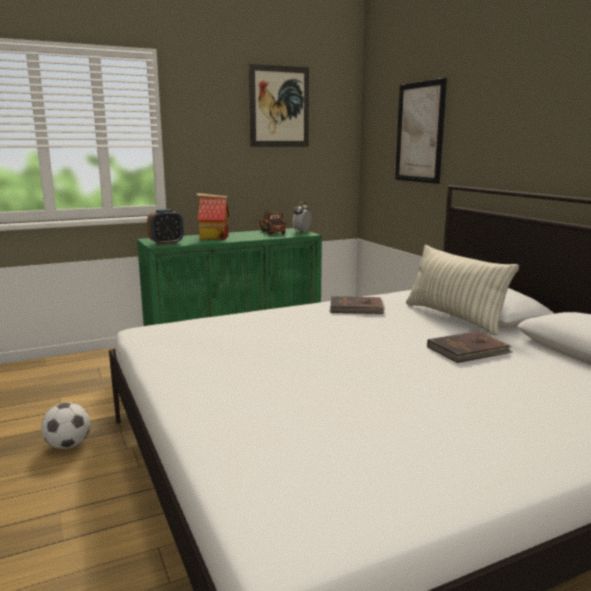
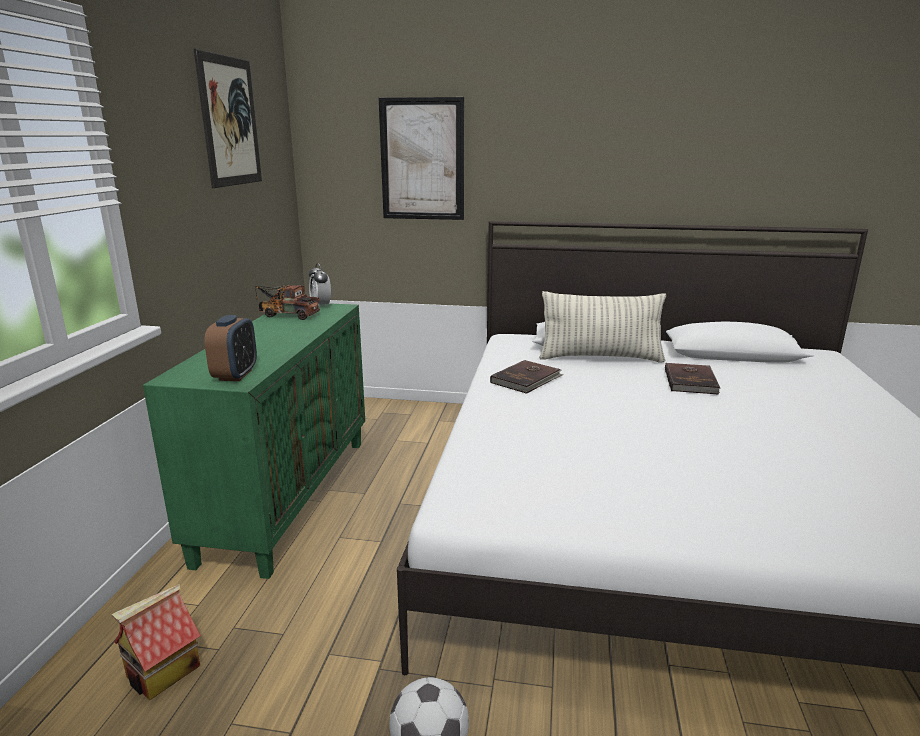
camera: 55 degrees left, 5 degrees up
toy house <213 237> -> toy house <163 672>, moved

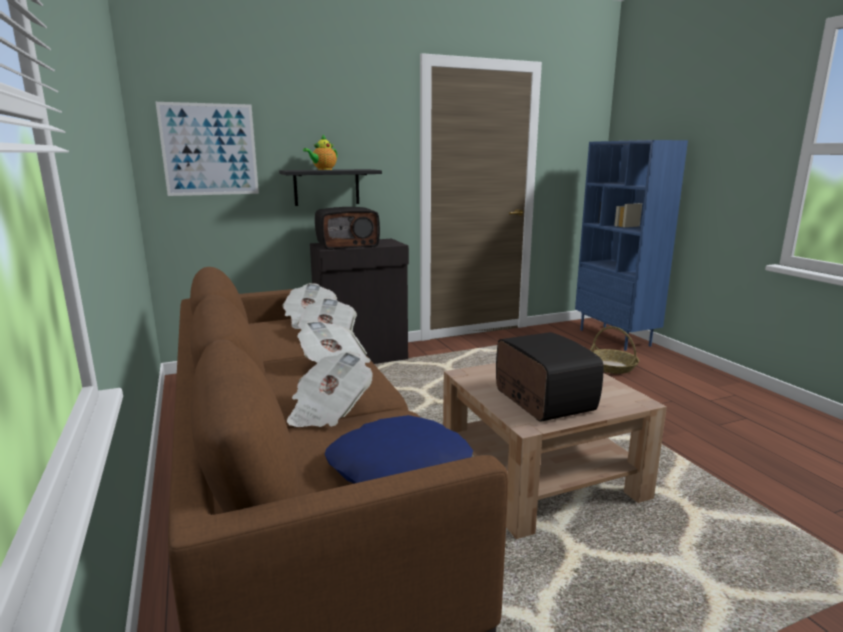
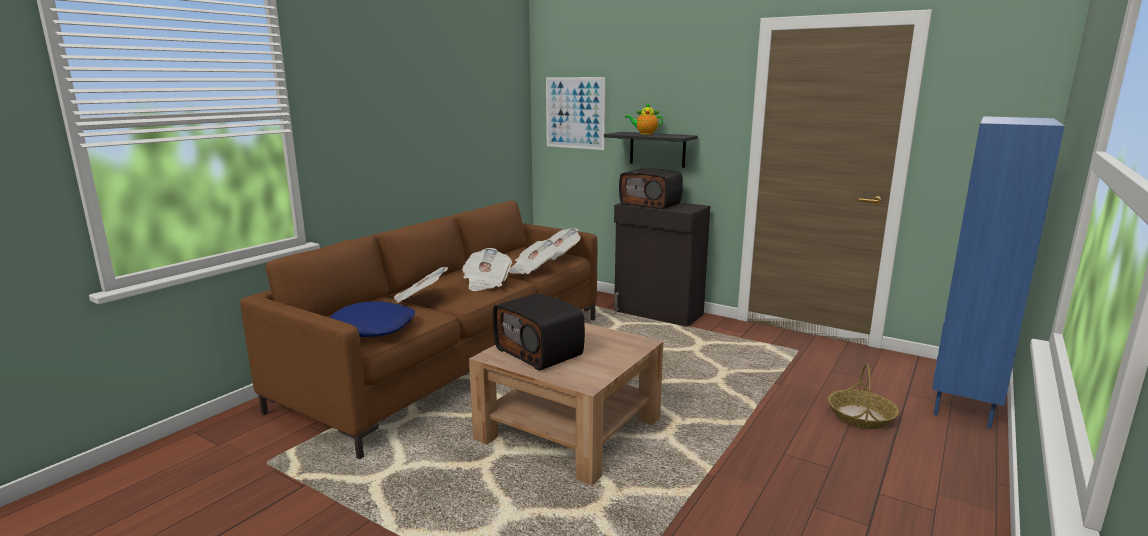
camera: 55 degrees right, 0 degrees up
radio <541 400> -> radio <540 352>, 105 degrees clockwise

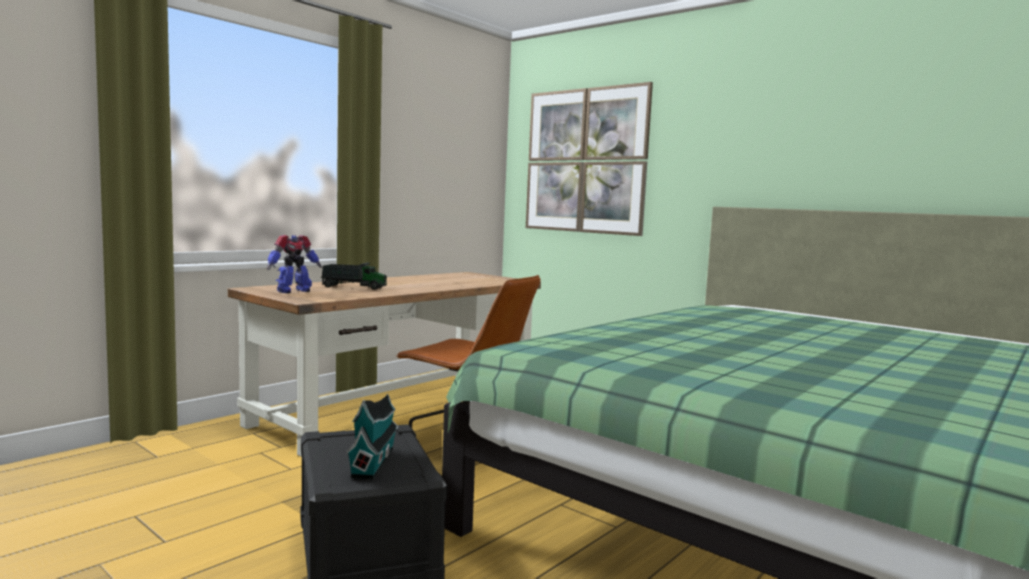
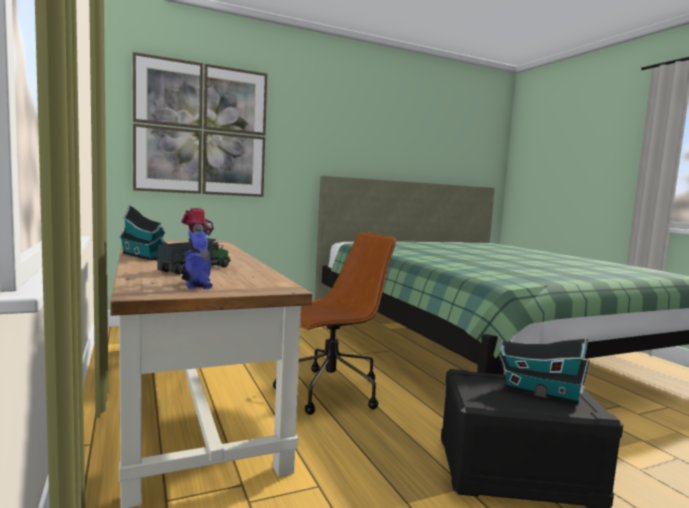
camera: 65 degrees left, 0 degrees up
none -> toy house <144 256>

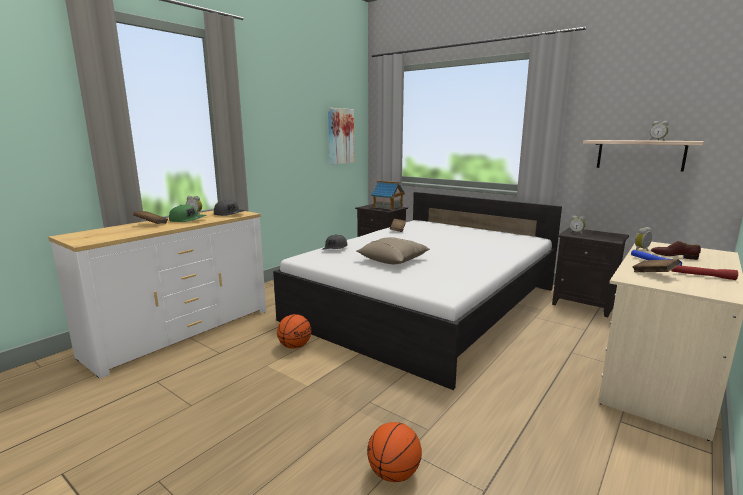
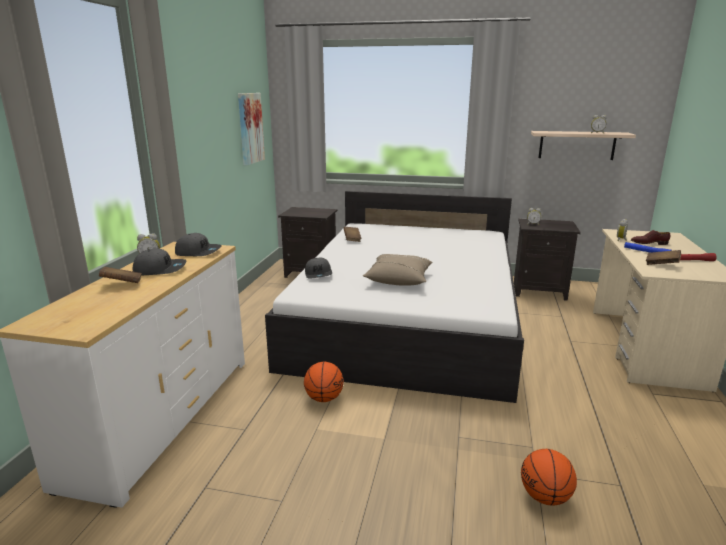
camera: 25 degrees left, 5 degrees up
green cap <188 220> -> grey cap <160 269>
toy house <388 207> -> none

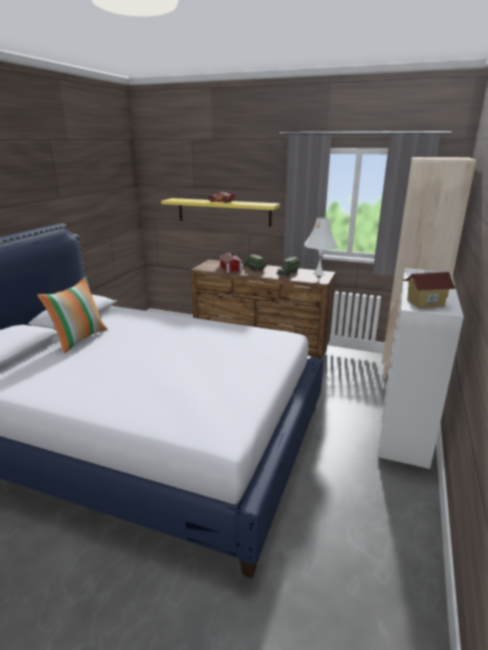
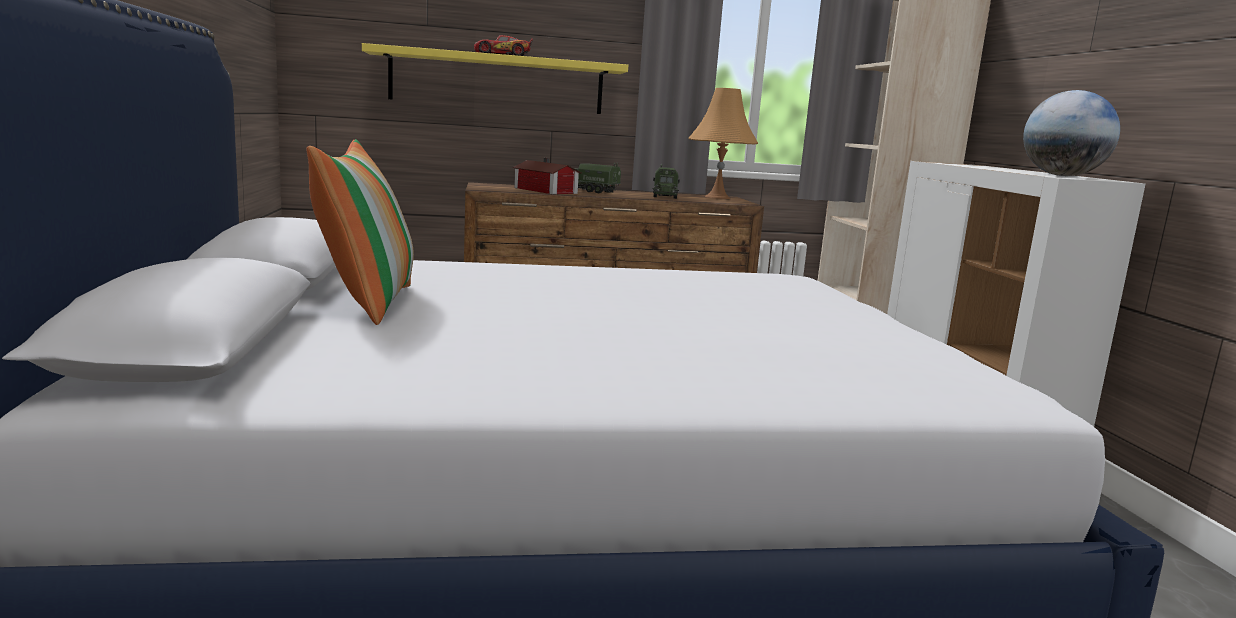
camera: 30 degrees left, 10 degrees down
white table lamp <318 273> -> orange table lamp <717 197>
toy house <425 303> -> globe <1062 175>

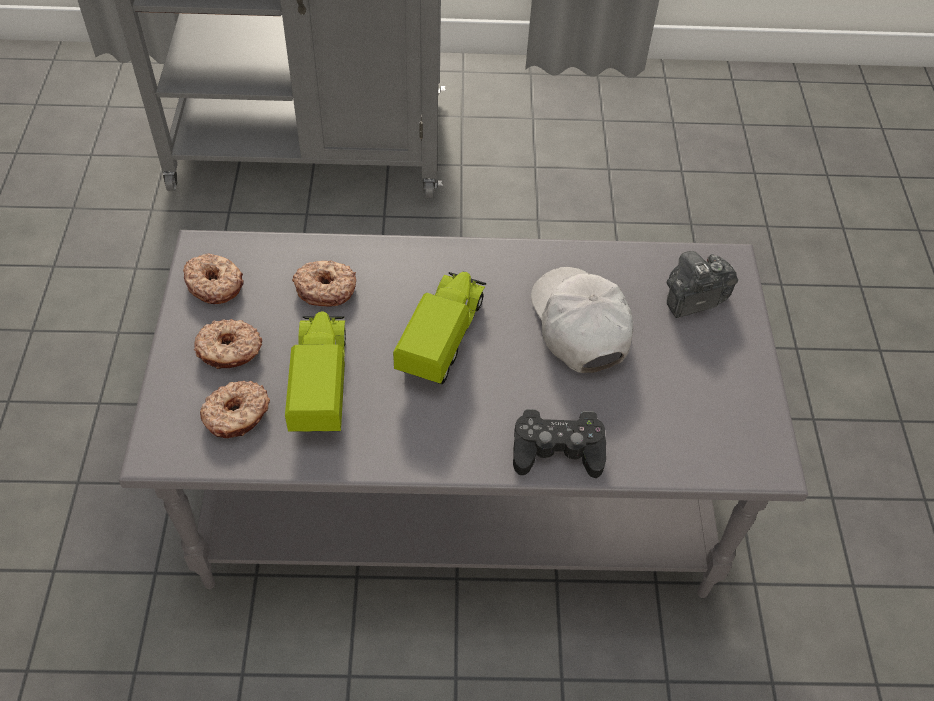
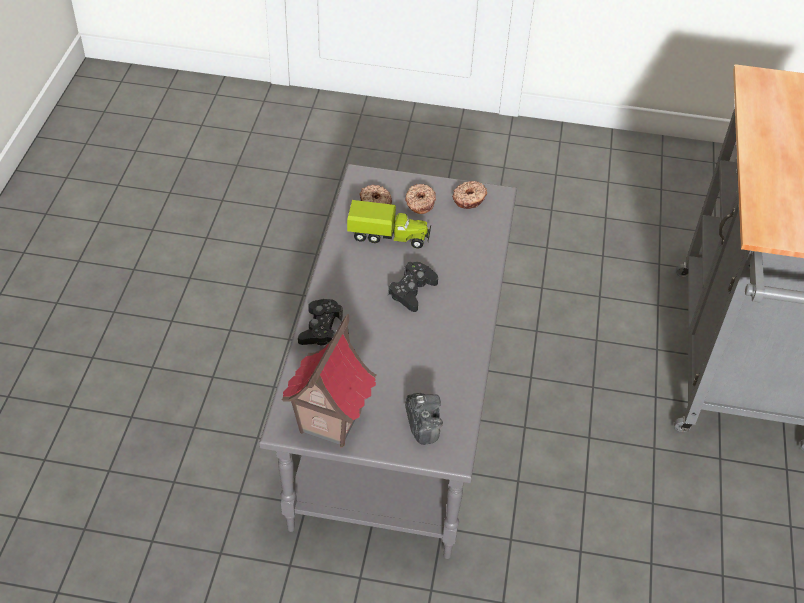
camera: 100 degrees right, 5 degrees down
donut <326 288> -> none
toy truck <443 338> -> black game controller <412 291>
white cap <579 326> -> none
none -> toy house <329 422>

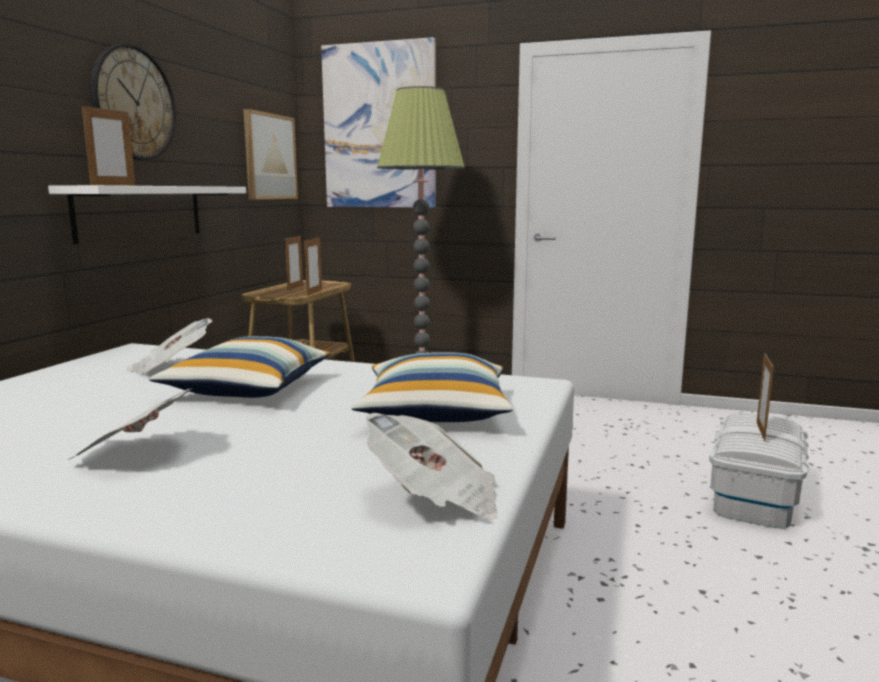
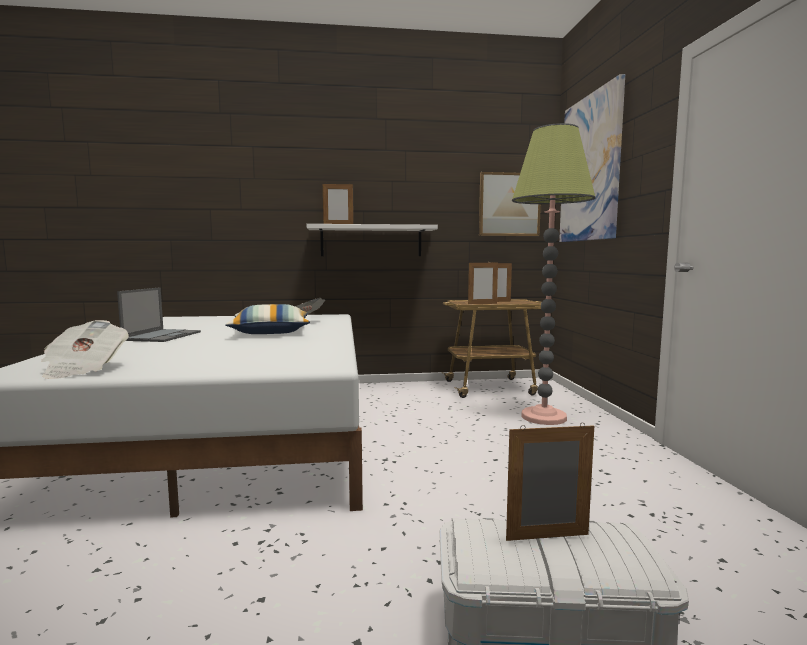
camera: 65 degrees right, 5 degrees down
newspaper <135 453> -> laptop <163 336>
wall clock <133 103> -> none
pillow <434 412> -> none

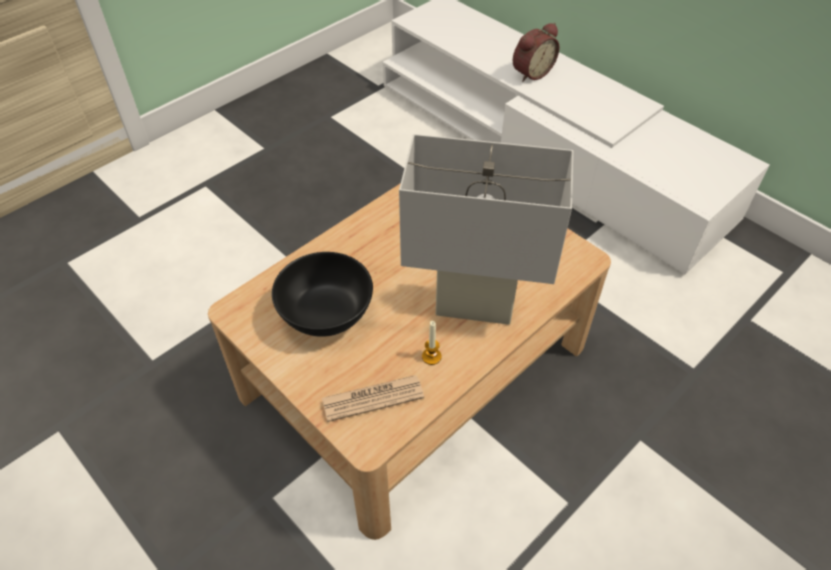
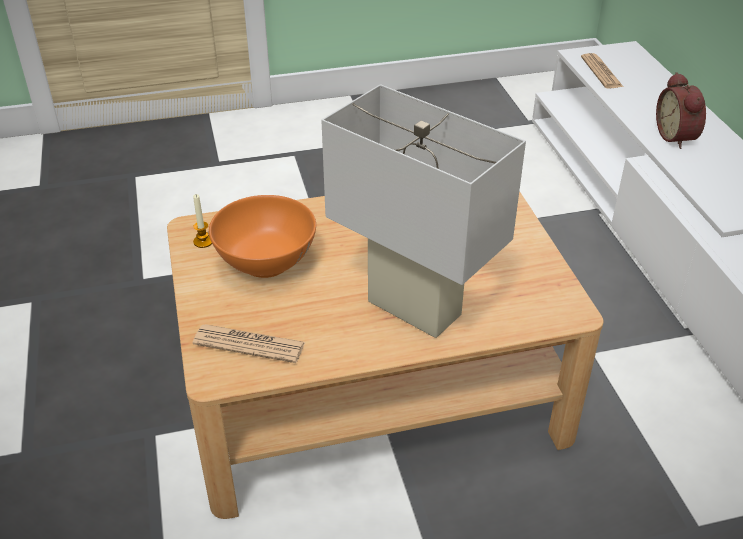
camera: 30 degrees right, 10 degrees down
black bowl <326 316> -> orange bowl <265 262>
candle <431 356> -> candle <203 242>, moved
alarm clock <531 72> -> alarm clock <677 137>, 90 degrees clockwise
none -> newspaper <601 72>

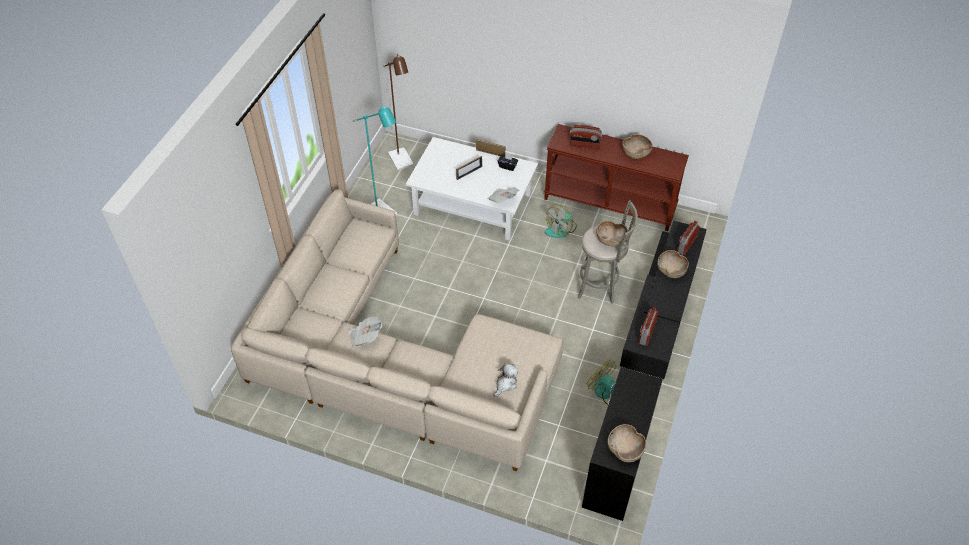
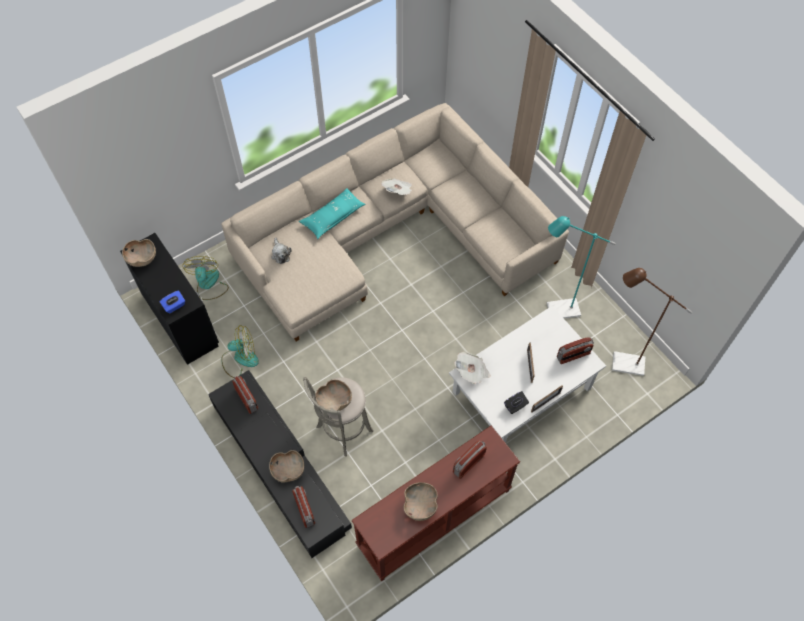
camera: 125 degrees right, 10 degrees up
fan <561 229> -> fan <208 284>, moved
none -> blue tissue box <174 306>
none -> turquoise pillow <332 217>
none -> radio <573 355>

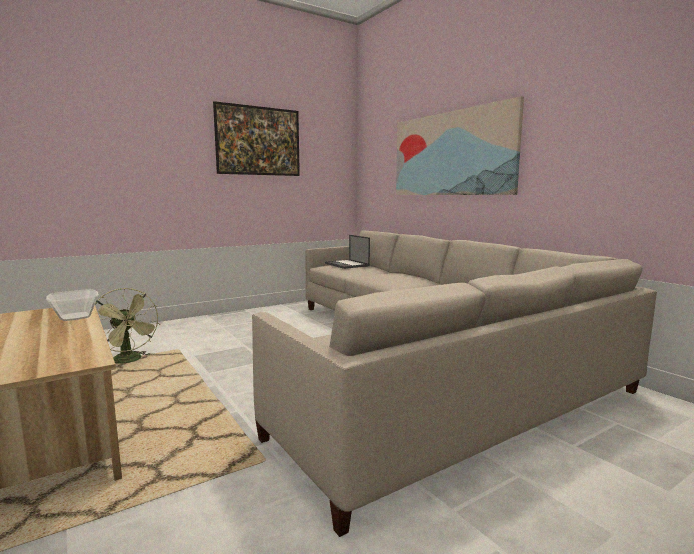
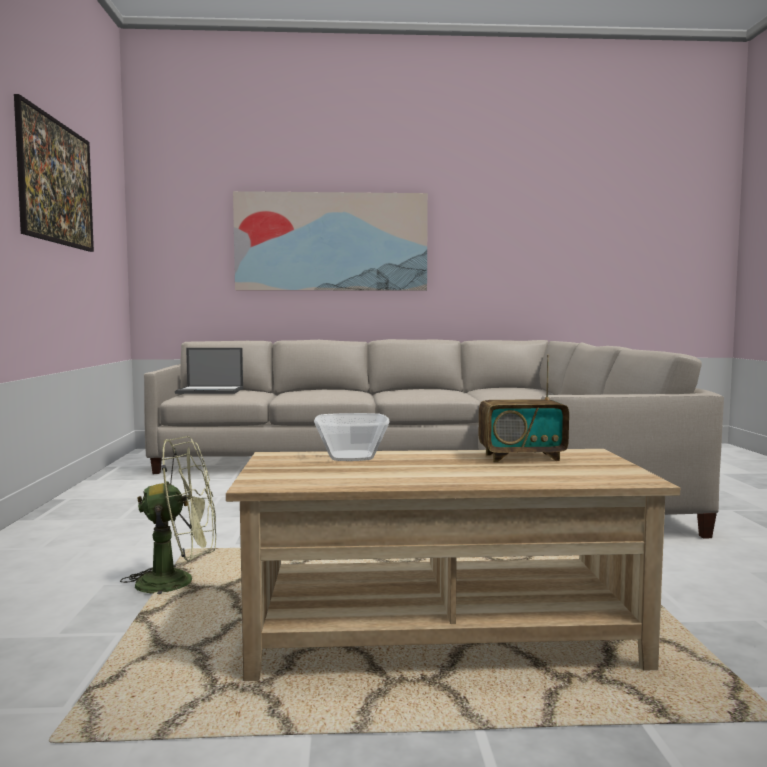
camera: 60 degrees left, 5 degrees down
none -> radio <521 457>

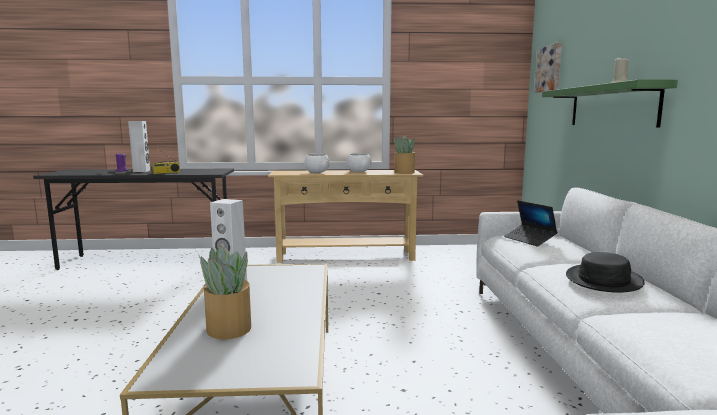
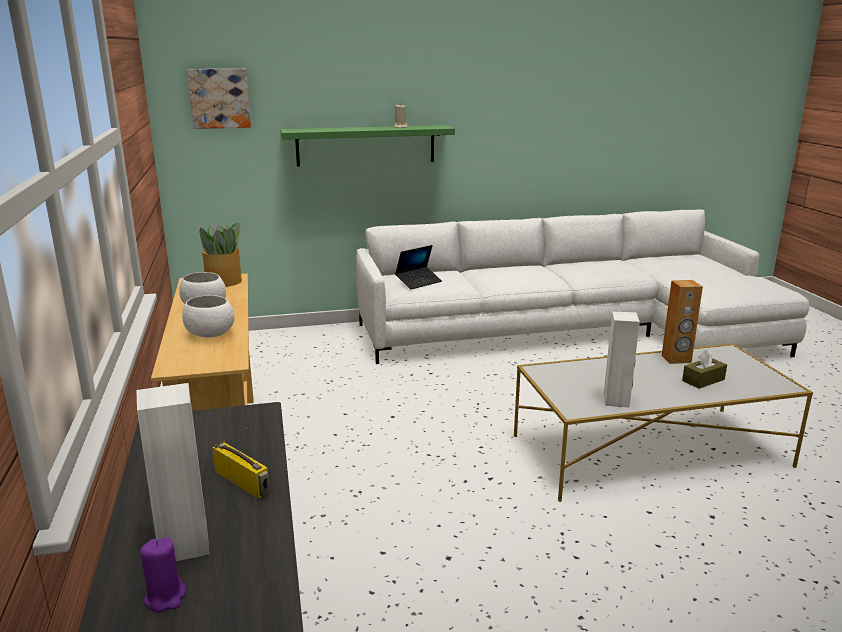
camera: 100 degrees left, 10 degrees up
potted plant <228 329> -> brown tissue box <703 380>
black hat <604 280> -> none
none -> brown speaker <676 359>

